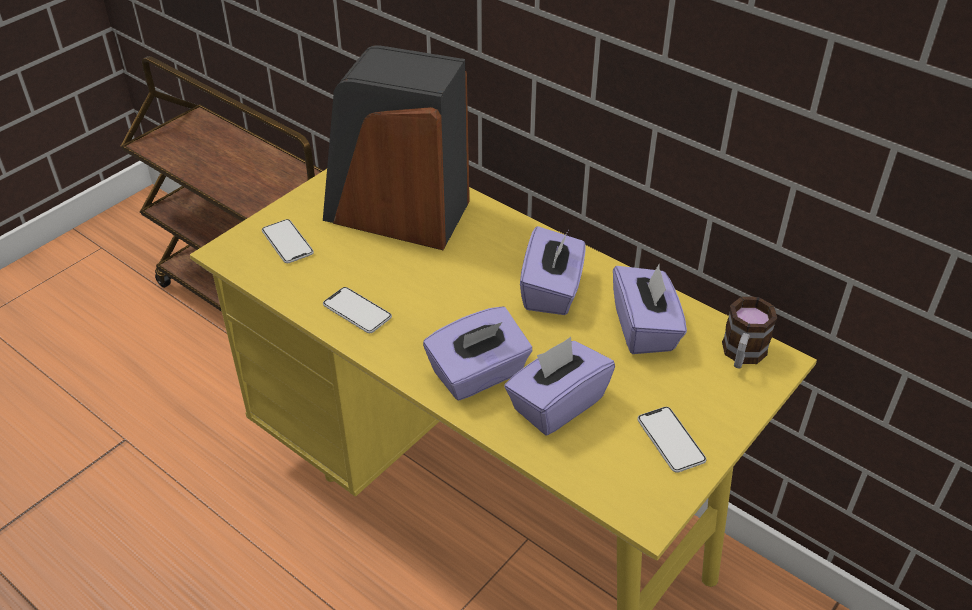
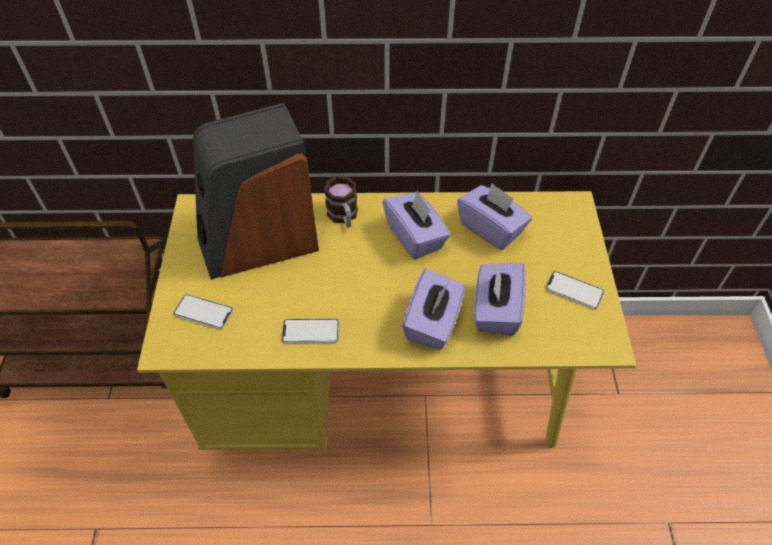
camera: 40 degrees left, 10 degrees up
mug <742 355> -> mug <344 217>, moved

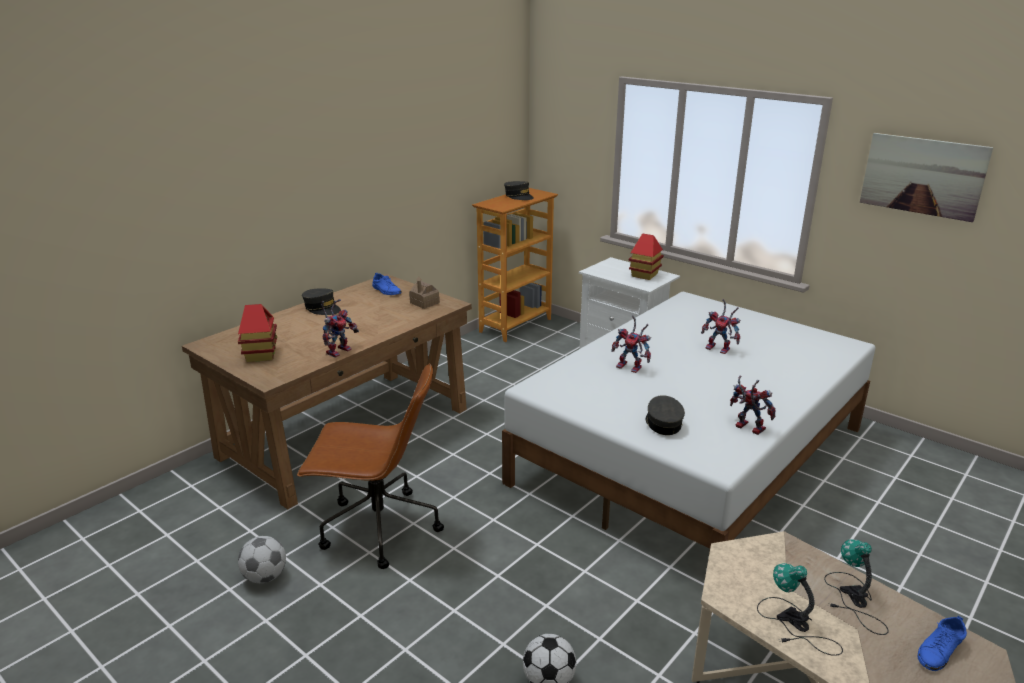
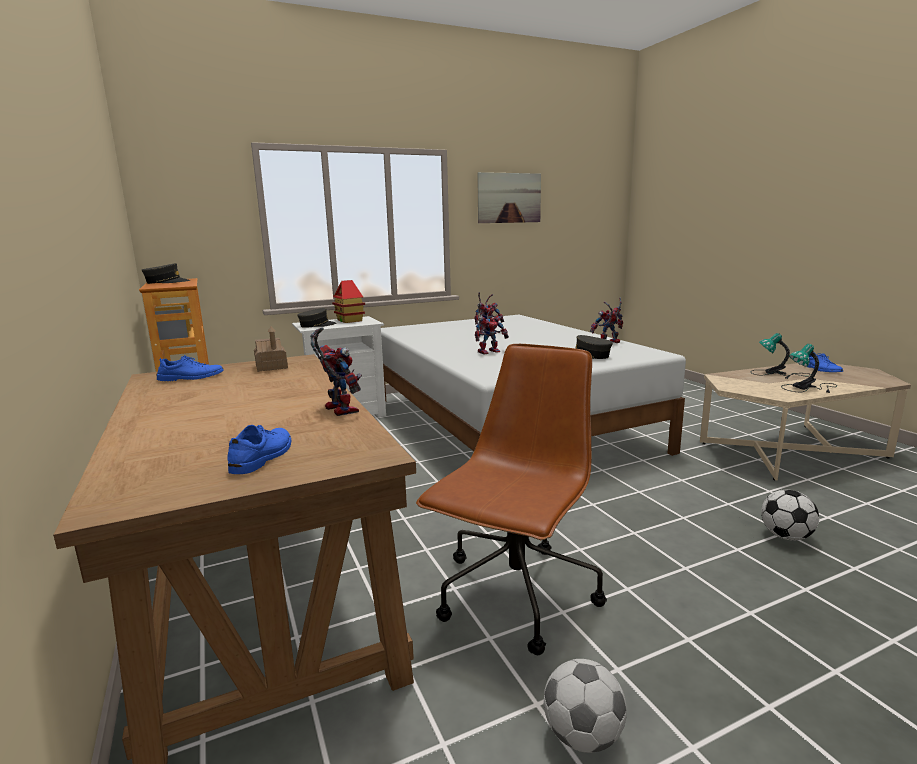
camera: 65 degrees left, 10 degrees down
toy house <261 355> -> blue shoe <263 456>
grey cap <322 308> -> grey cap <317 325>, moved

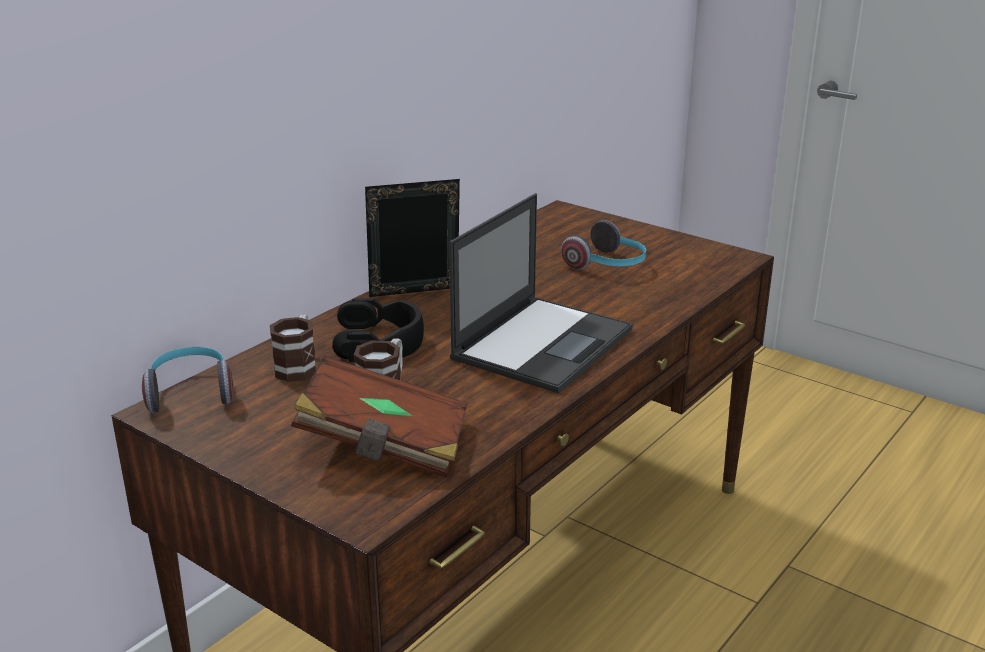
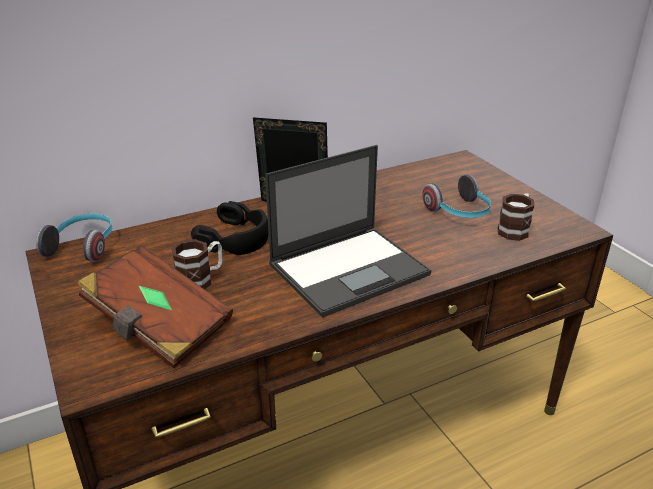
camera: 25 degrees right, 5 degrees up
mug <298 366> -> mug <515 229>, moved

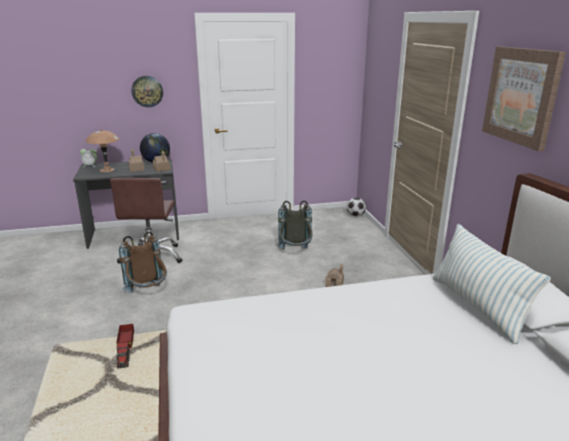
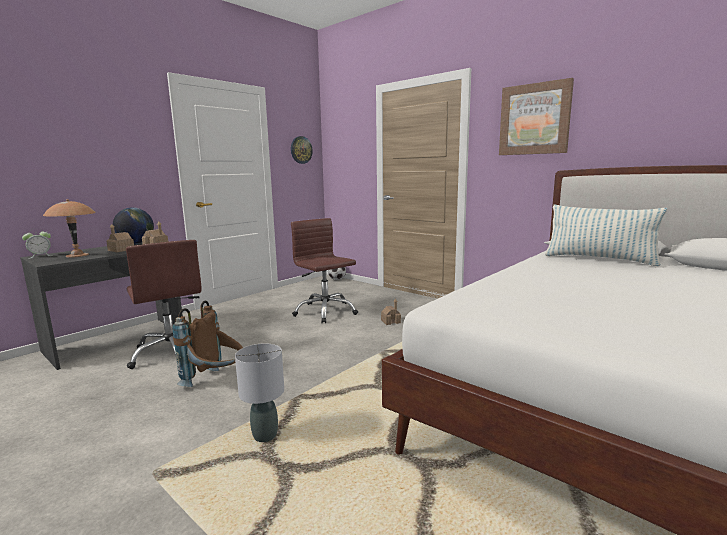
camera: 35 degrees left, 10 degrees down
toy truck <125 350> -> grey table lamp <265 436>
wall clock <147 91> -> wall clock <301 150>, moved
grey backpack <295 253> -> brown office chair <325 312>

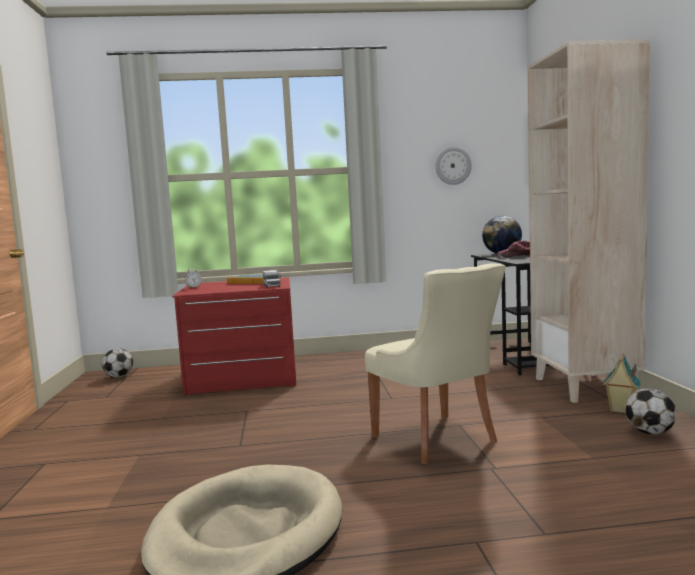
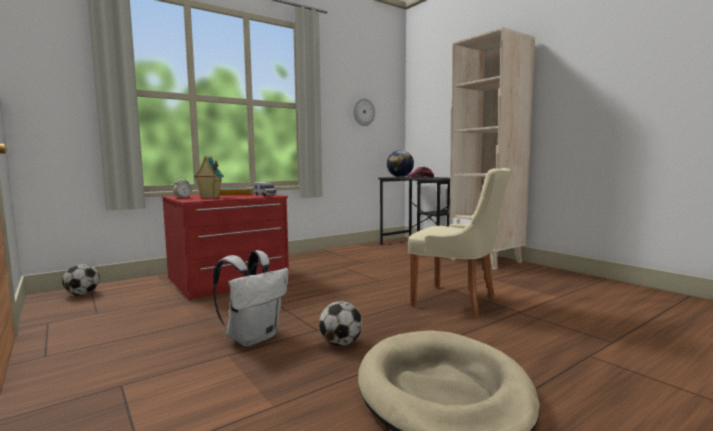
camera: 30 degrees left, 0 degrees up
toy house <621 410> -> toy house <209 197>, moved
football <650 432> -> football <341 343>, moved
none -> white backpack <253 337>

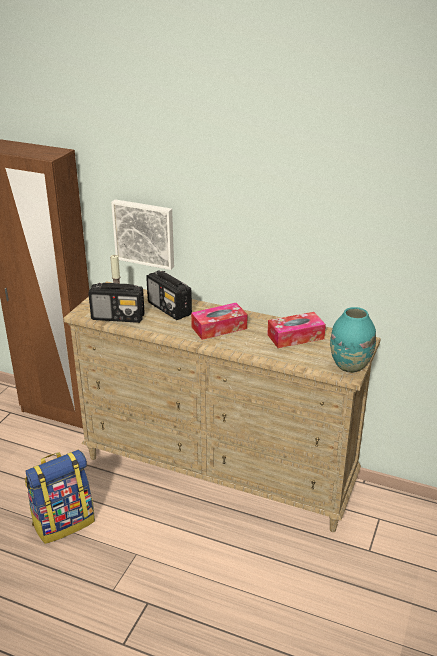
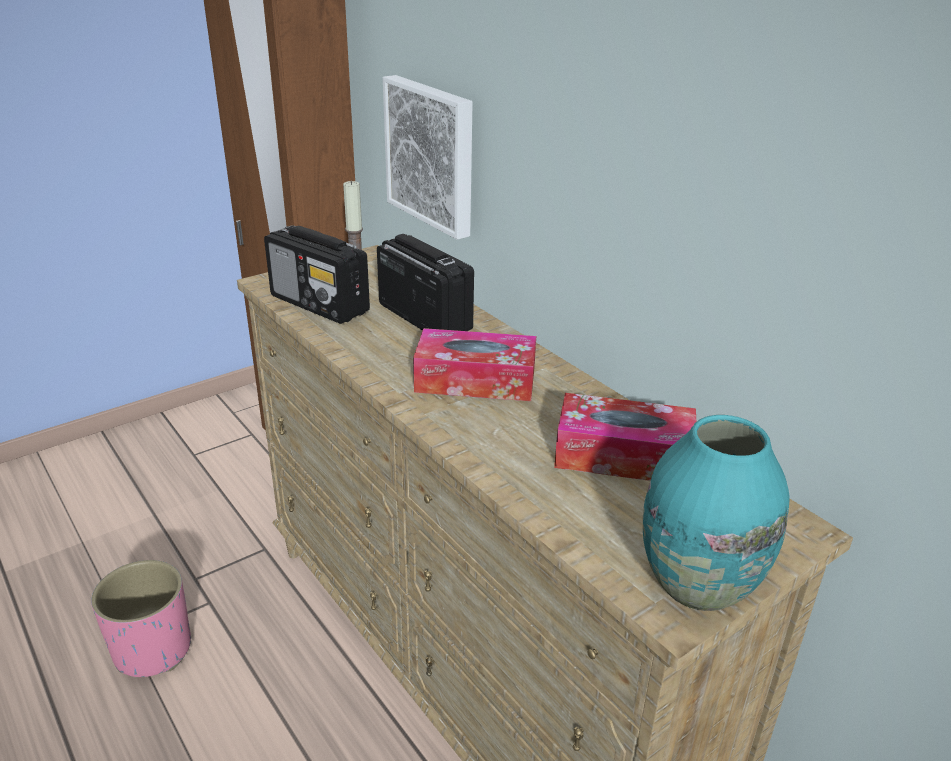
camera: 30 degrees right, 0 degrees up
backpack <64 522> -> pink planter <153 649>
radio <169 309> -> radio <424 317>, 150 degrees clockwise

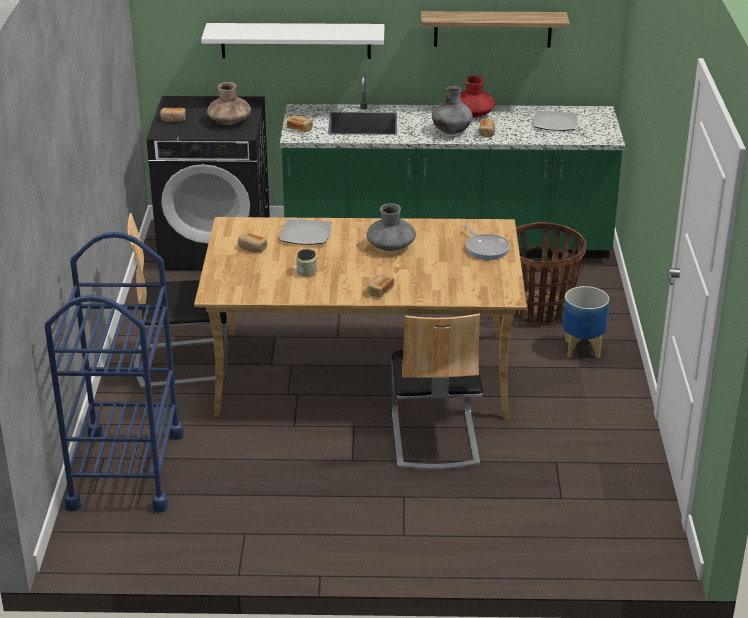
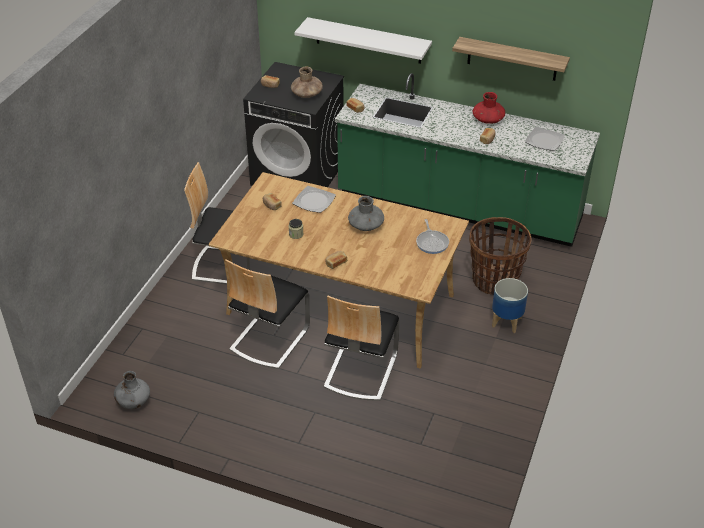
camera: 20 degrees right, 10 degrees up
blue cart <126 470> -> none
grey vase <451 132> -> grey vase <133 402>, moved
none -> chair <269 338>

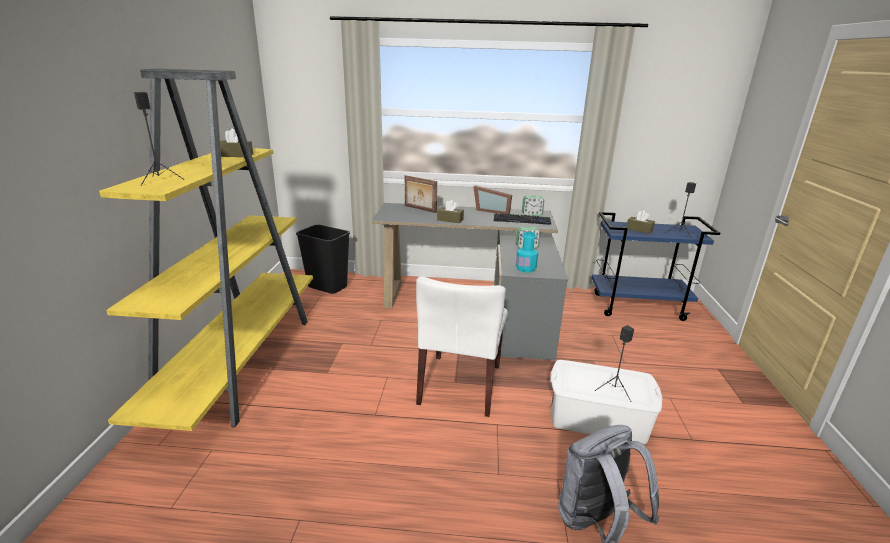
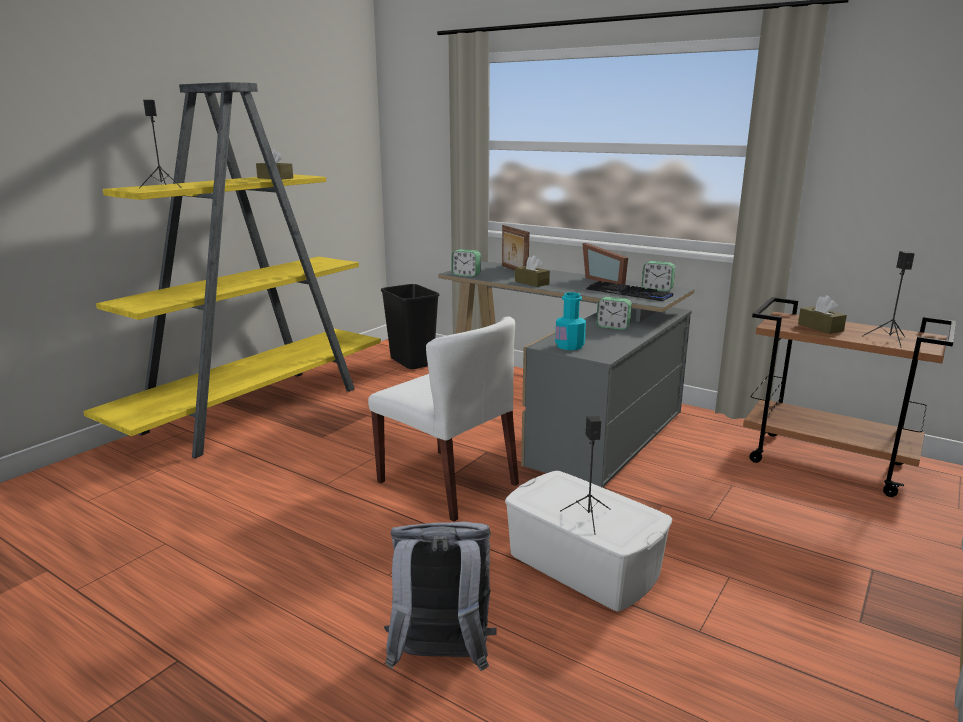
camera: 30 degrees right, 5 degrees down
white chair <460 385> -> white chair <448 483>, 90 degrees counterclockwise
blue cart <638 306> -> brown cart <827 463>
none -> alarm clock <466 275>

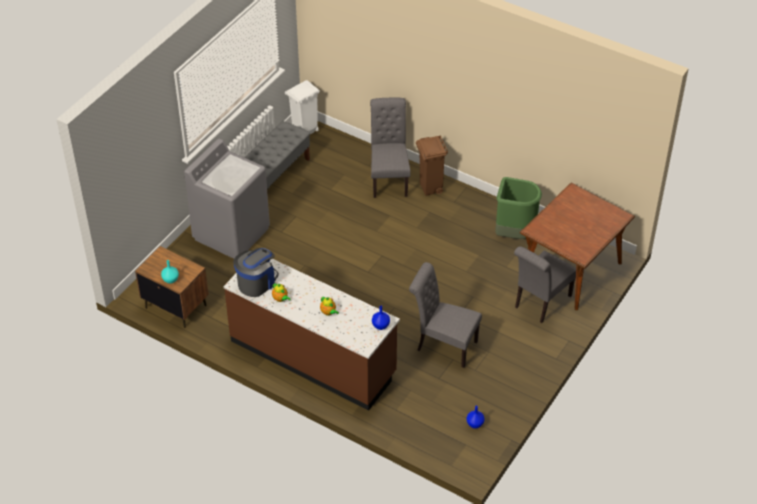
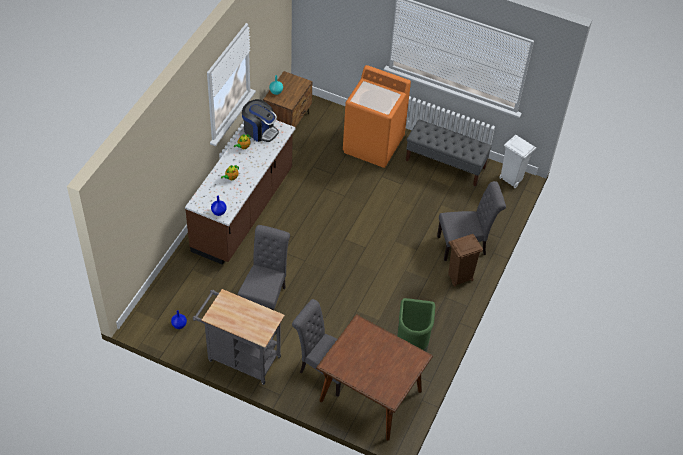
camera: 80 degrees right, 5 degrees up
grey washing machine <232 233> -> orange washing machine <373 145>
none -> grey cart <240 357>

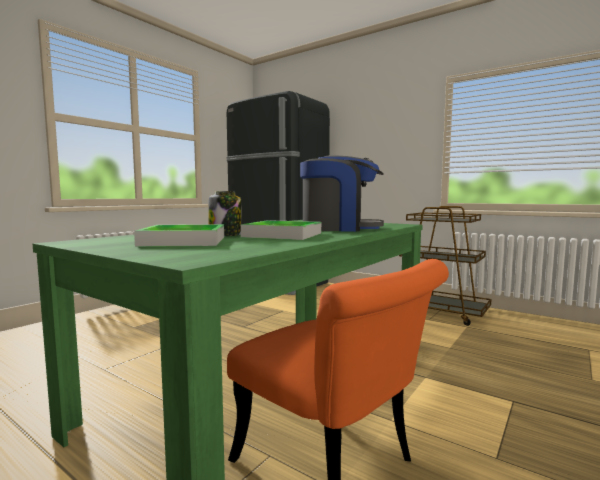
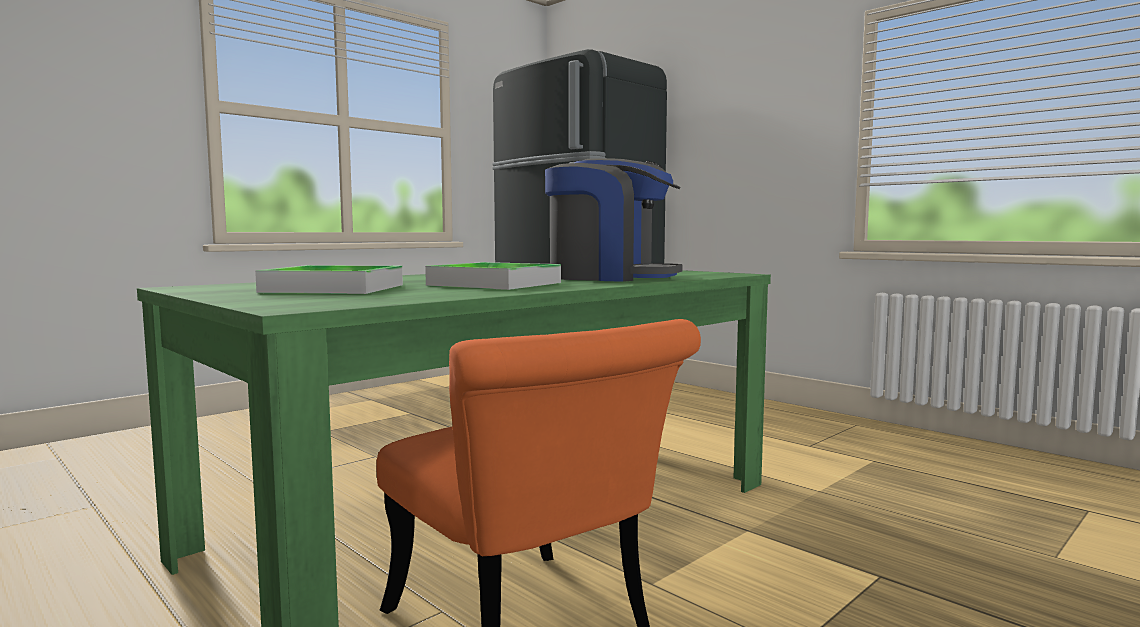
camera: 10 degrees right, 0 degrees up
jar <225 234> -> none
brown cart <440 312> -> none

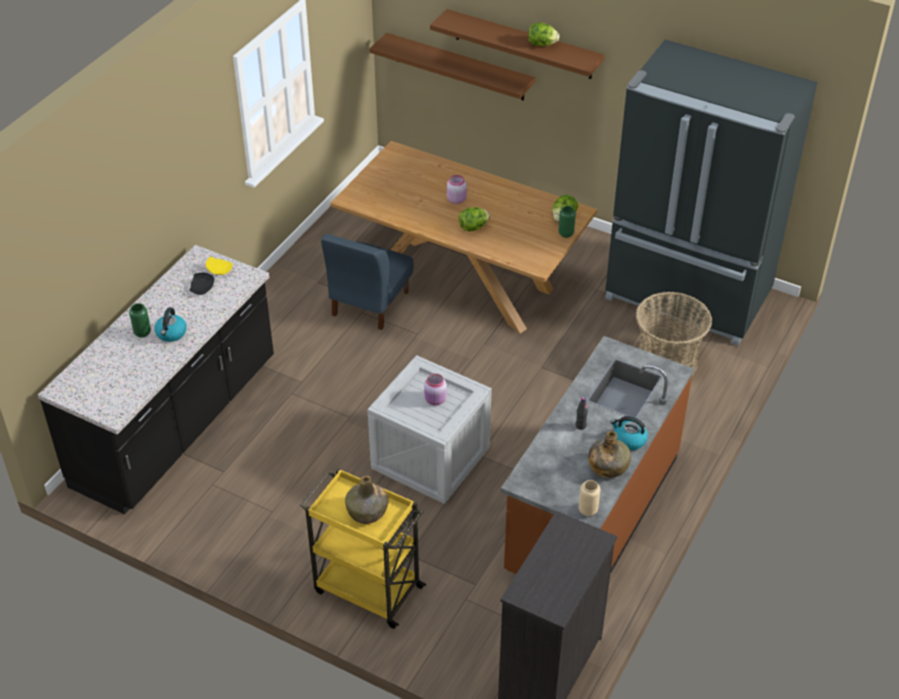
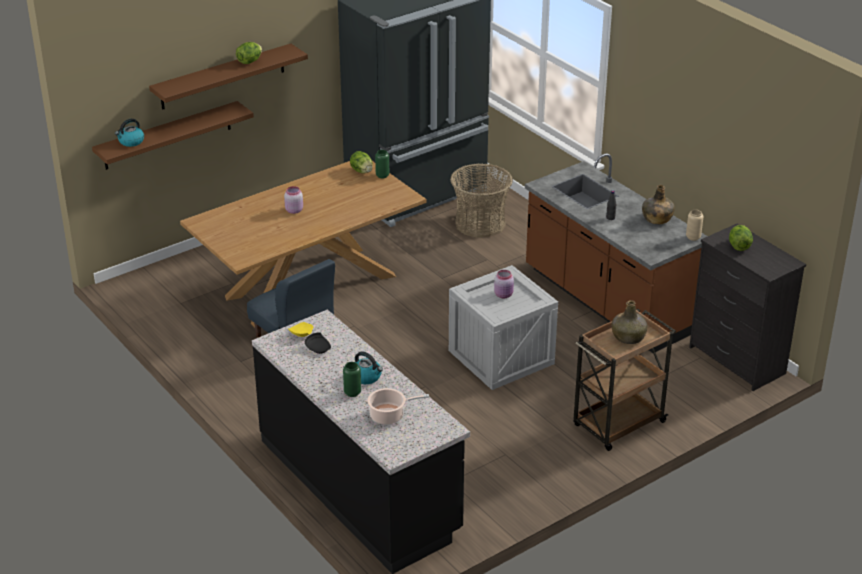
camera: 65 degrees left, 10 degrees down
yellow cart <366 588> -> brown cart <617 425>
lettuce <473 227> -> lettuce <739 246>, moved
kettle <629 440> -> kettle <131 142>, moved
none -> cooking pot <389 415>

